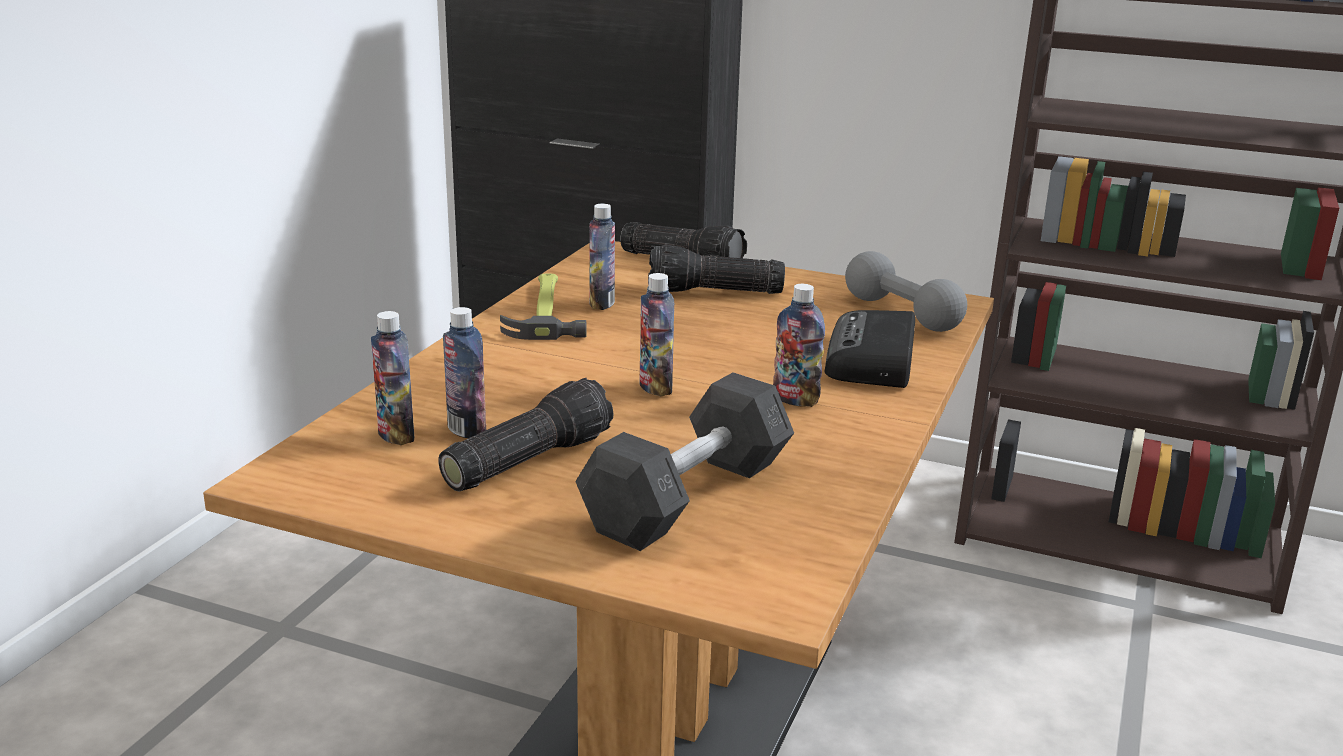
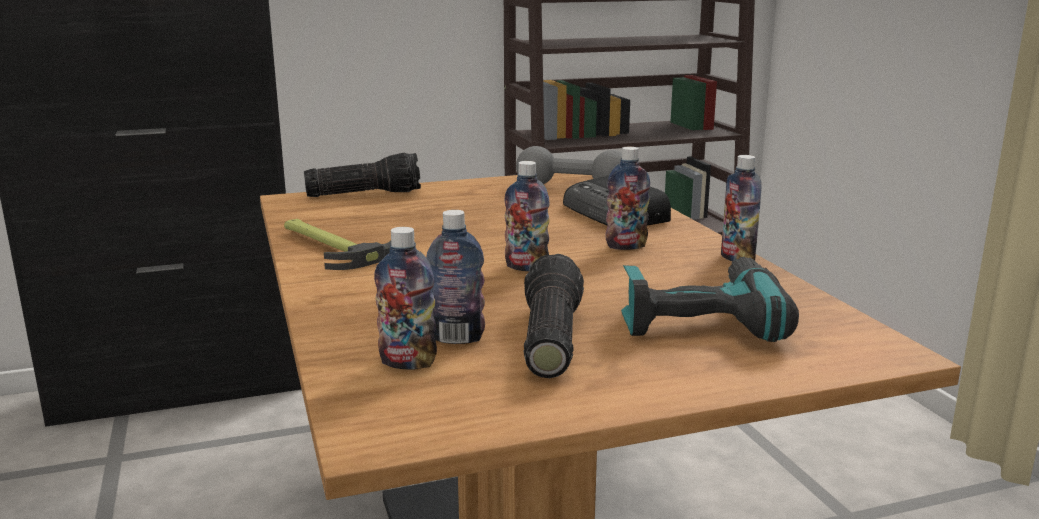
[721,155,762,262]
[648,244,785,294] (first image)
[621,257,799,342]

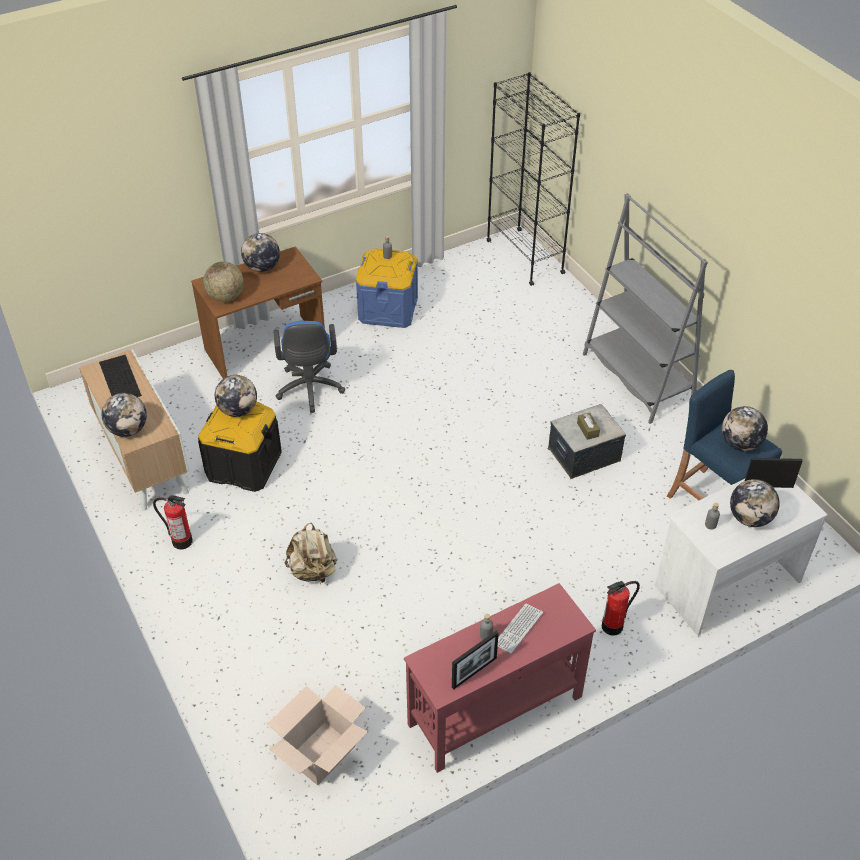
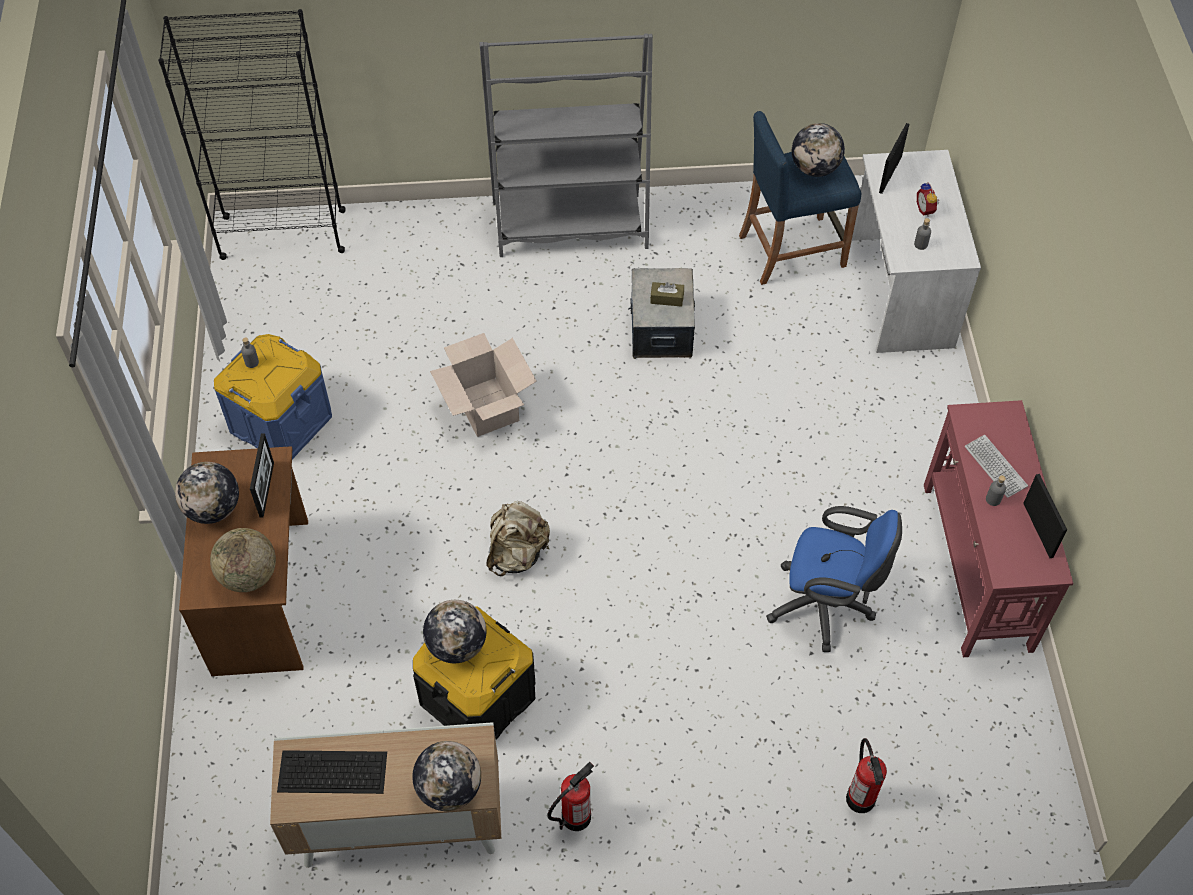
[766,506,902,652]
[917,183,939,217]
[486,501,550,576]
[846,738,887,813]
[430,333,537,437]
[250,433,274,518]

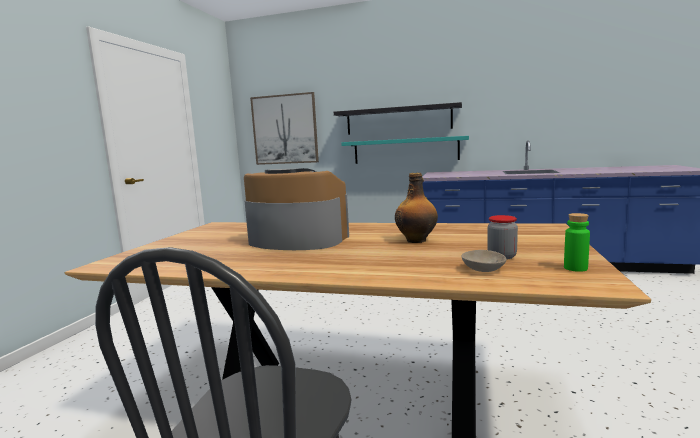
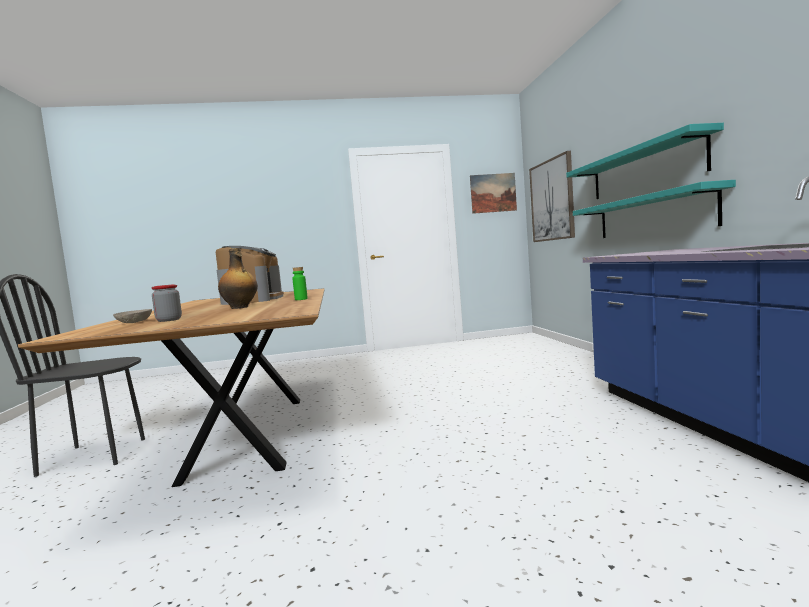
[566,123,724,199]
[292,267,308,300]
[470,173,517,214]

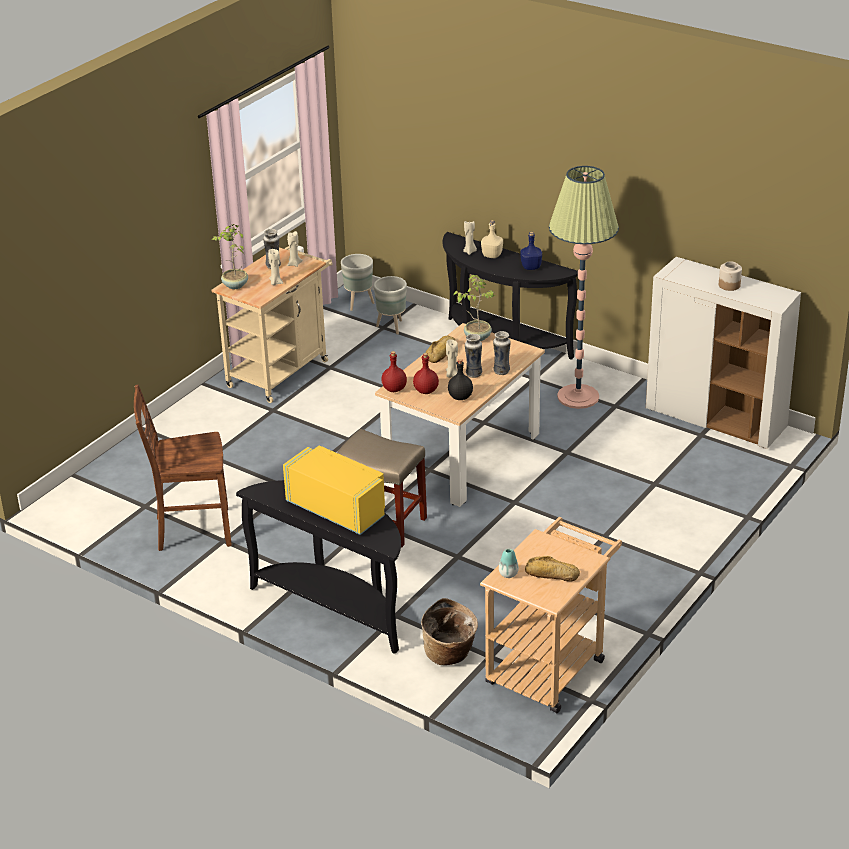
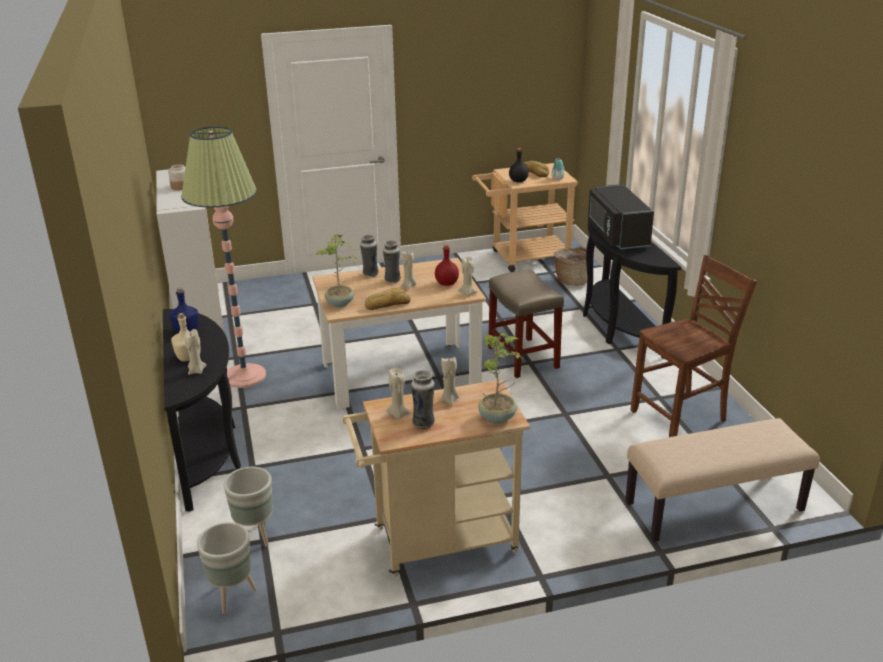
[458,257,477,296]
[509,148,529,182]
[631,255,757,437]
[588,184,654,249]
[625,418,820,542]

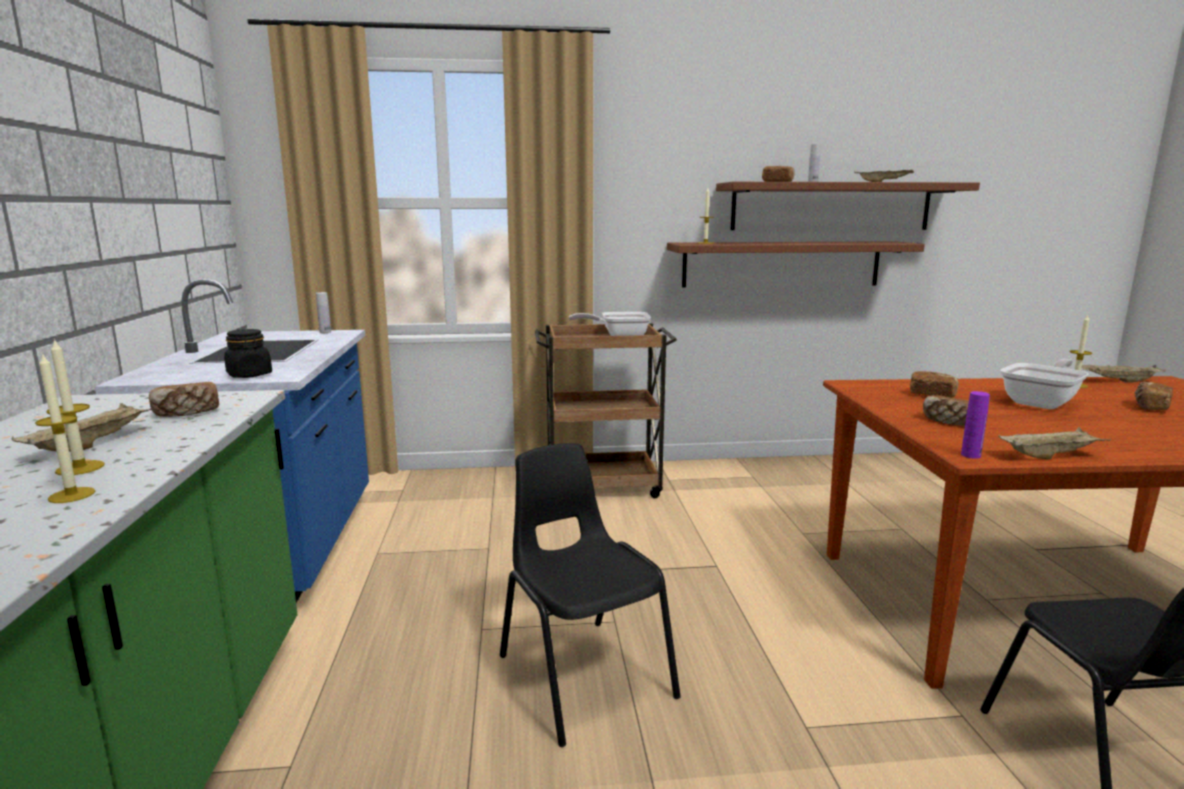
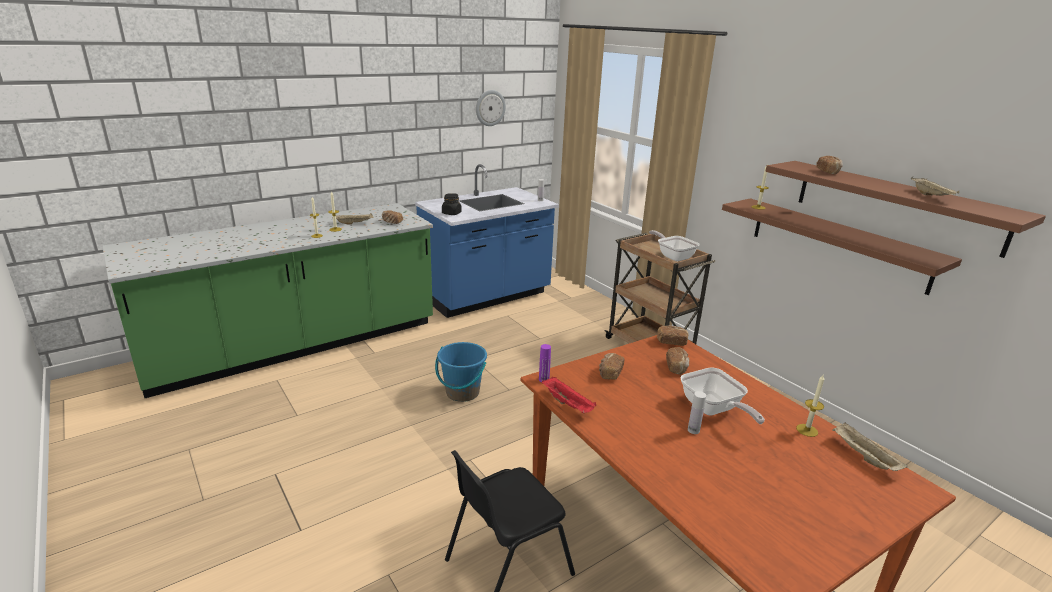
[688,391,706,434]
[680,367,765,424]
[657,325,689,346]
[542,377,596,413]
[435,342,487,402]
[476,90,506,126]

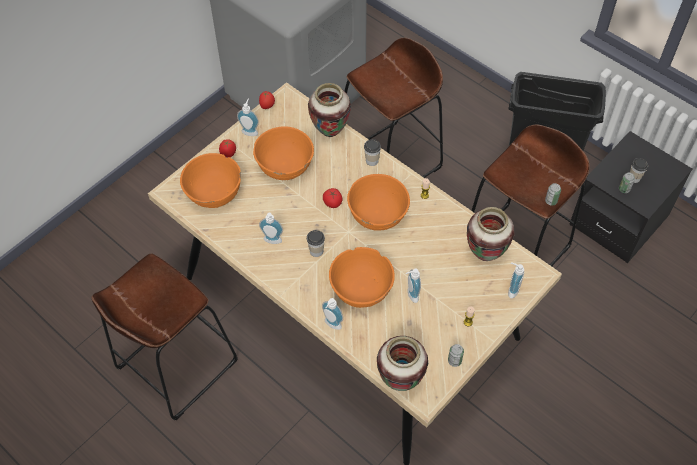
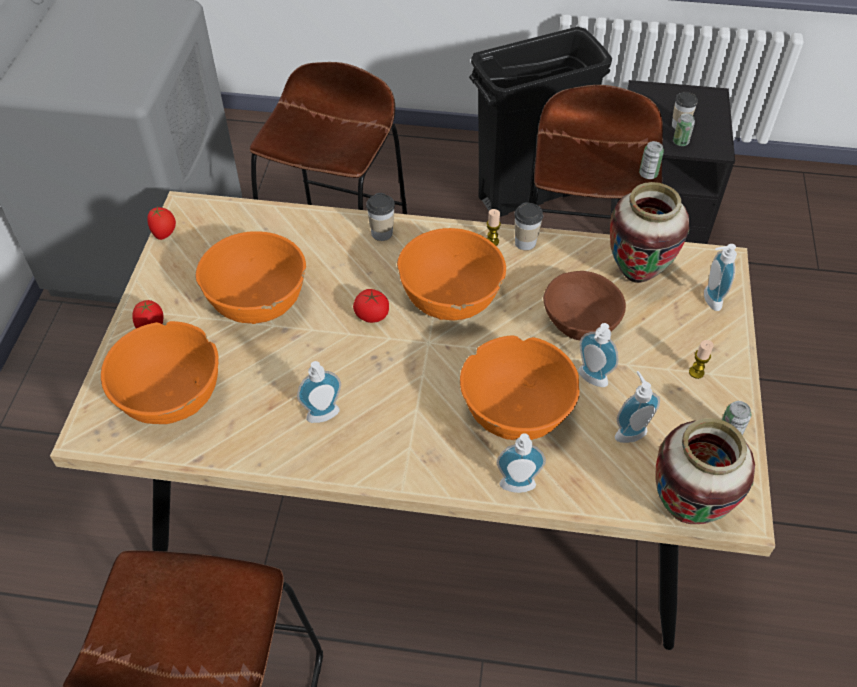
[308,83,351,137] (first image)
[615,371,660,443]
[514,202,543,250]
[543,271,626,340]

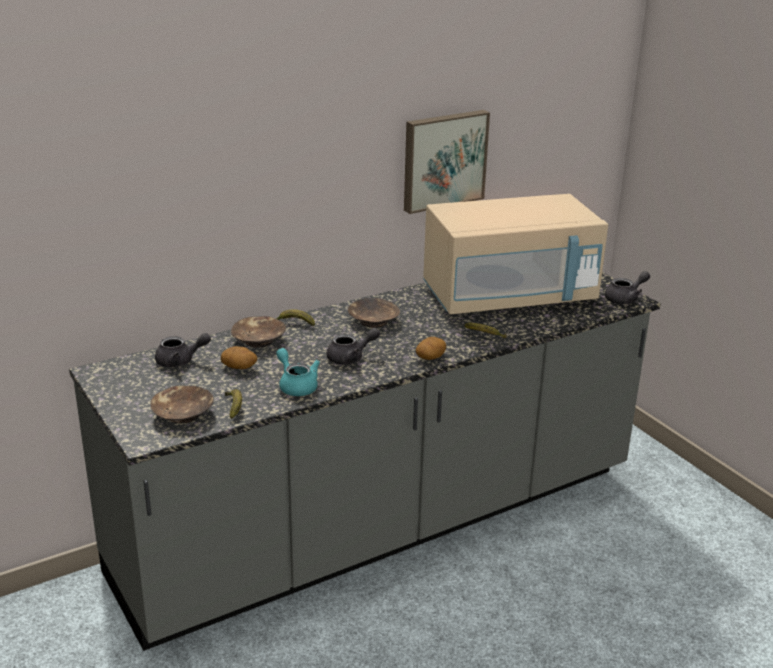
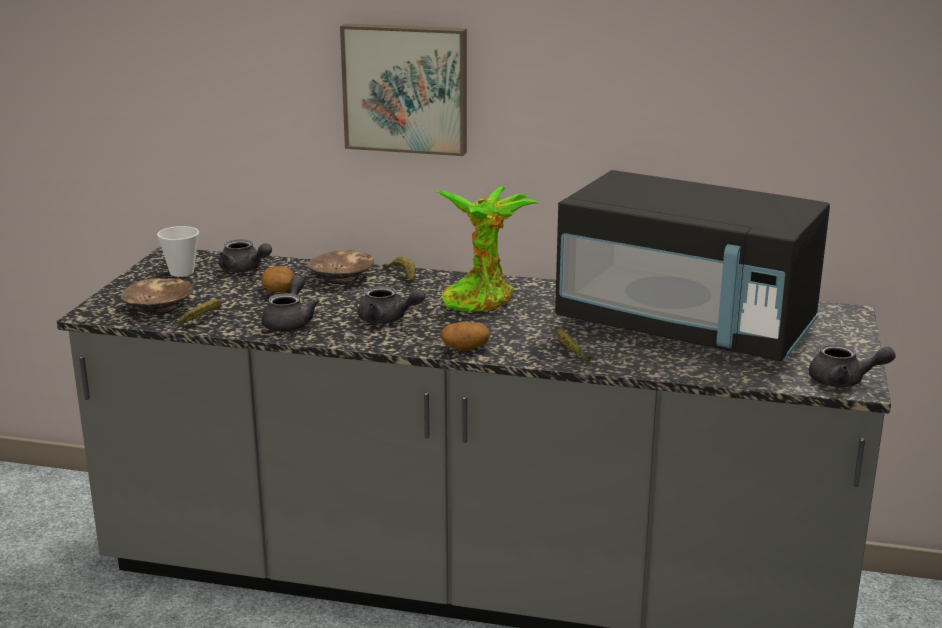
[340,24,467,156]
[555,170,830,361]
[435,186,540,312]
[261,275,320,332]
[157,226,199,277]

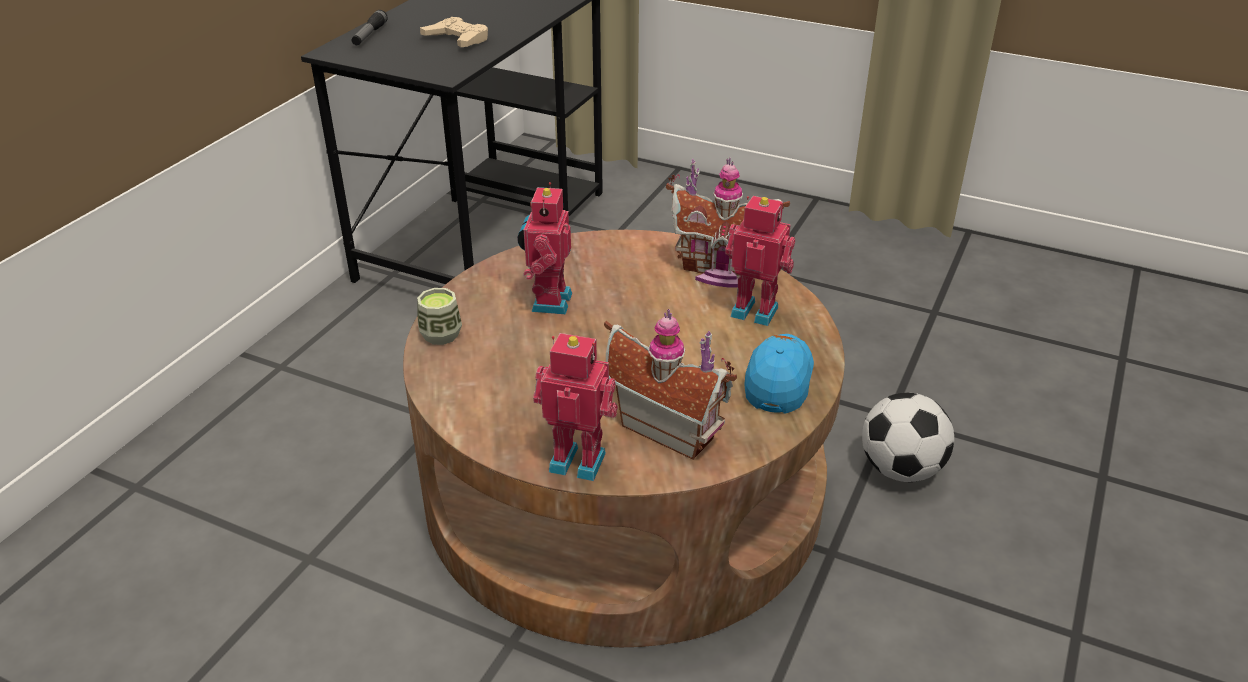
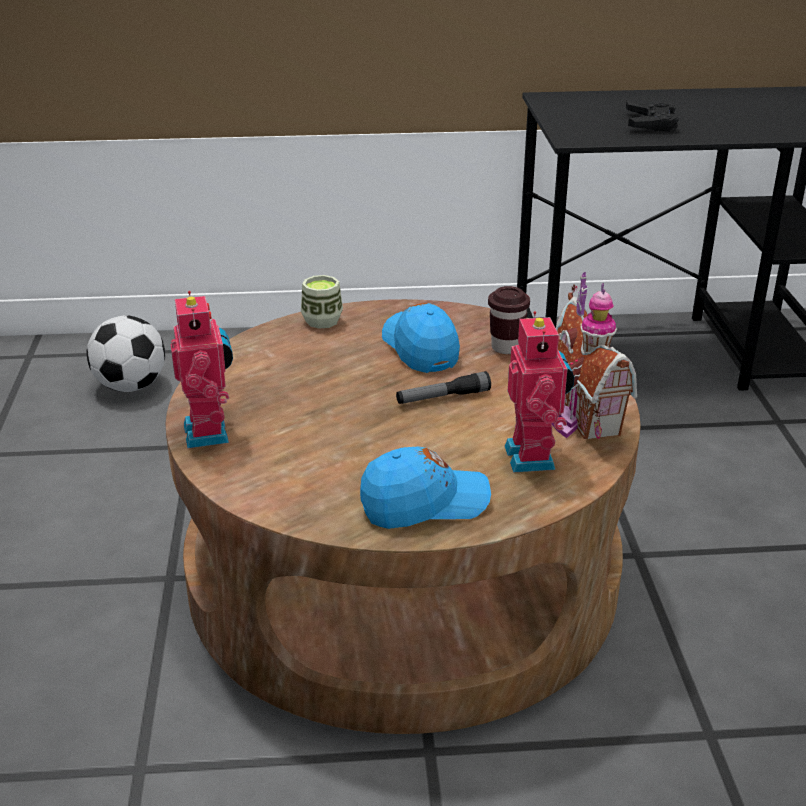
[396,371,491,404]
[626,101,679,132]
[382,303,460,373]
[604,309,737,460] (first image)
[87,316,165,392]
[488,286,530,354]

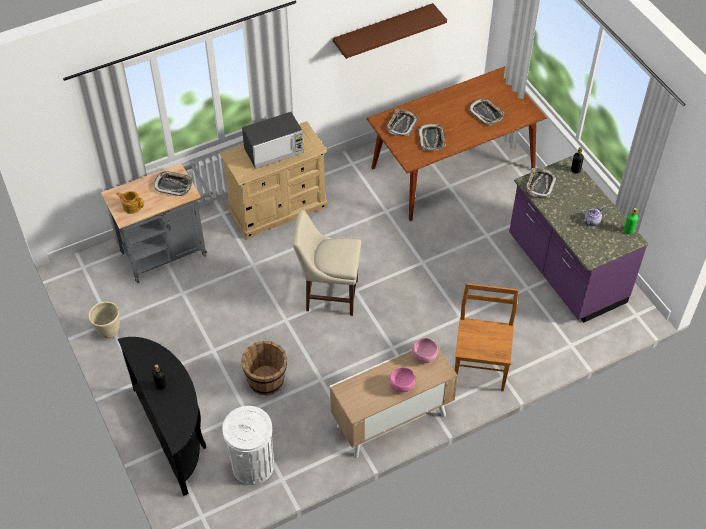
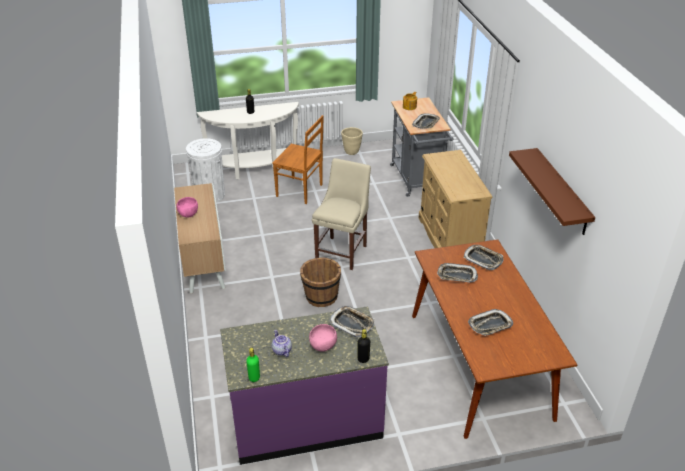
[242,112,304,169] (first image)
[272,115,324,204]
[197,102,299,179]
[309,324,337,352]
[300,258,341,307]

